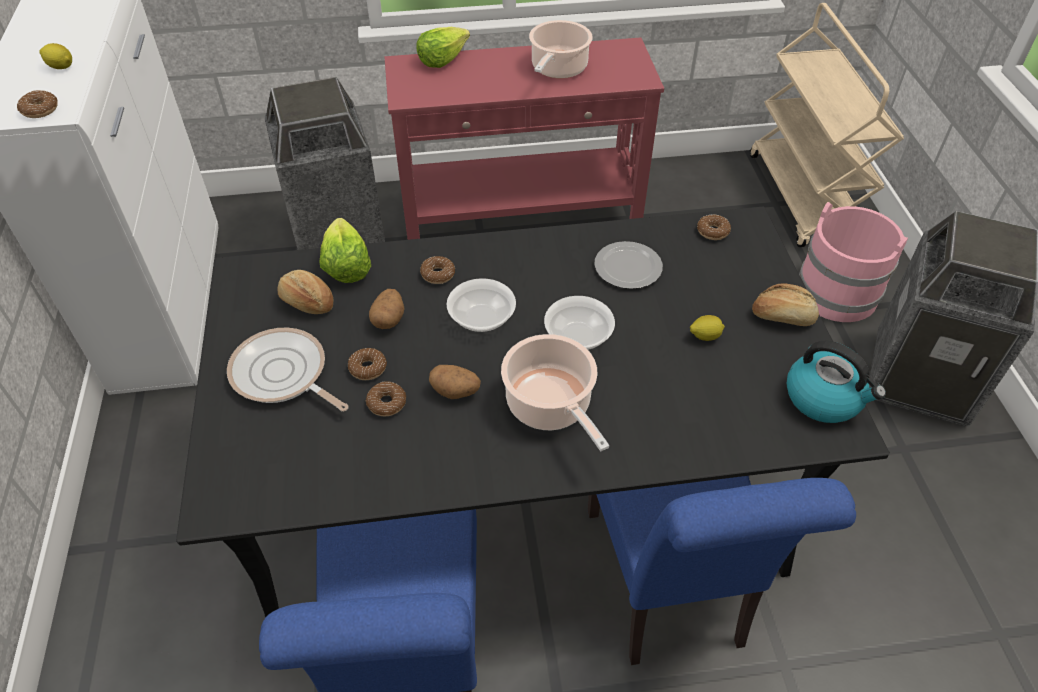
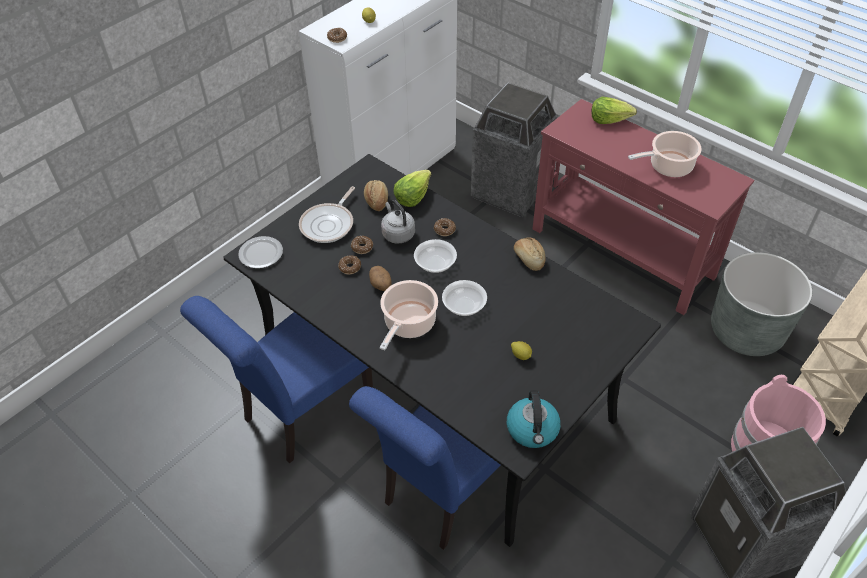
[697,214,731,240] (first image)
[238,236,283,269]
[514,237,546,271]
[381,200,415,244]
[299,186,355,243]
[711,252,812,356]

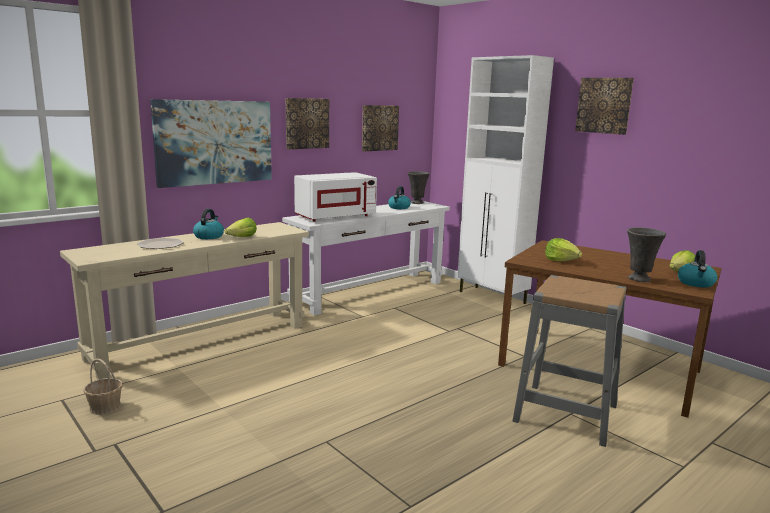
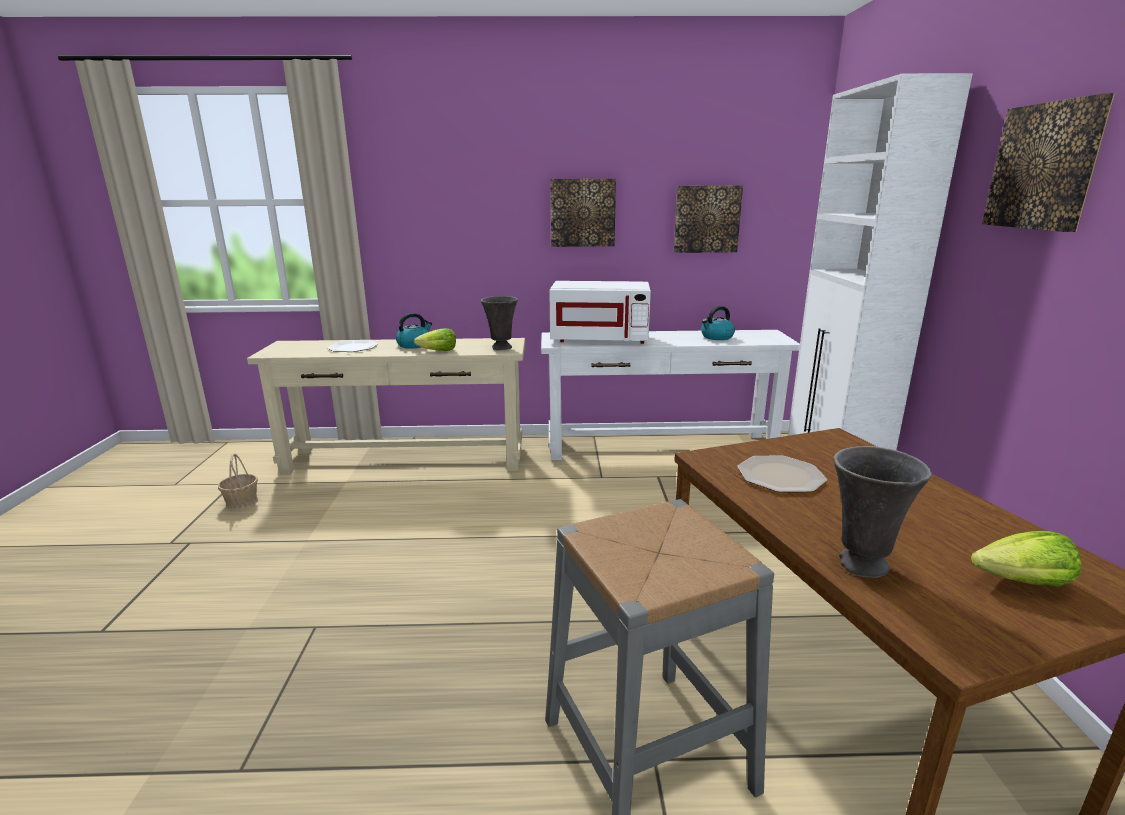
[150,99,272,188] (first image)
[481,296,518,350]
[737,456,827,493]
[678,250,718,288] (first image)

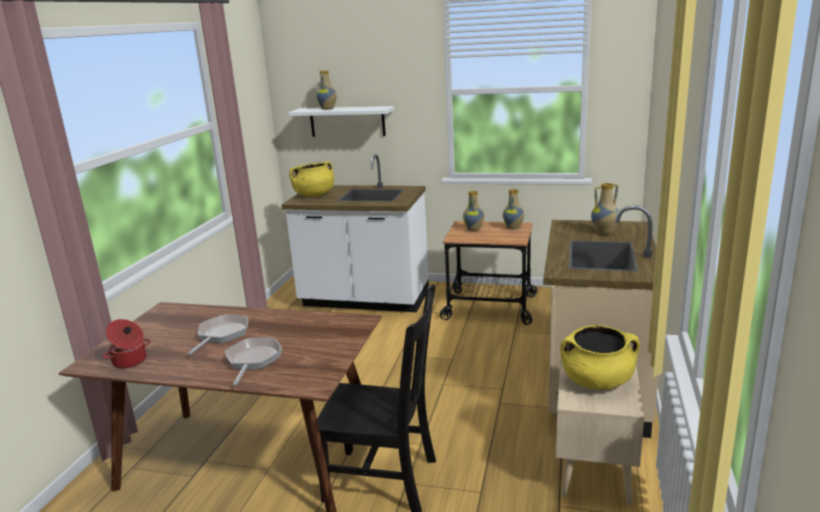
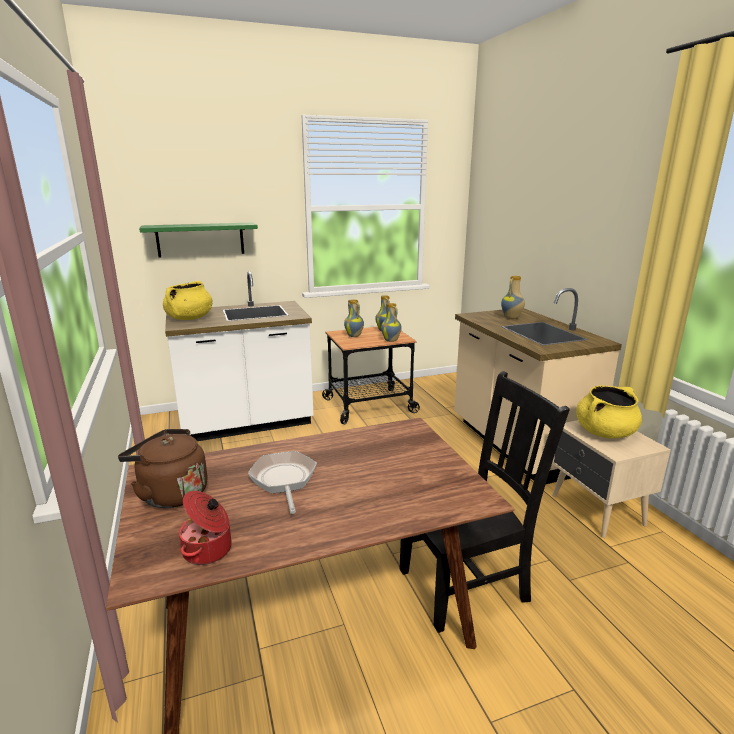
[381,303,402,342]
[139,222,258,258]
[225,338,282,386] (first image)
[118,429,208,508]

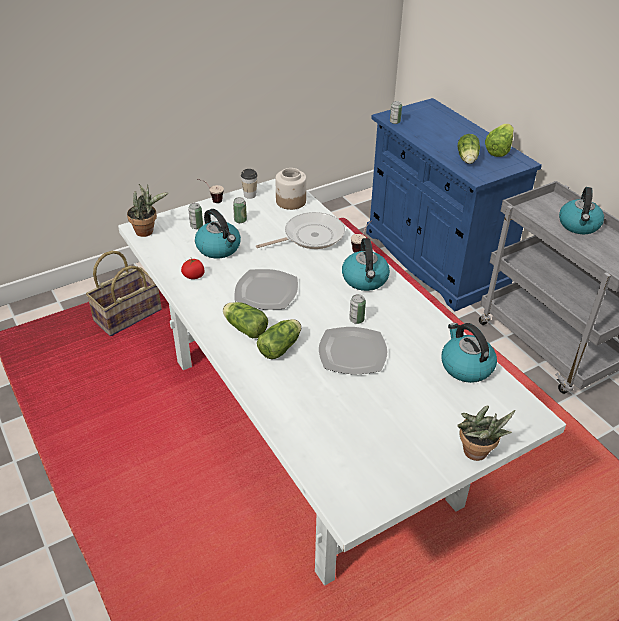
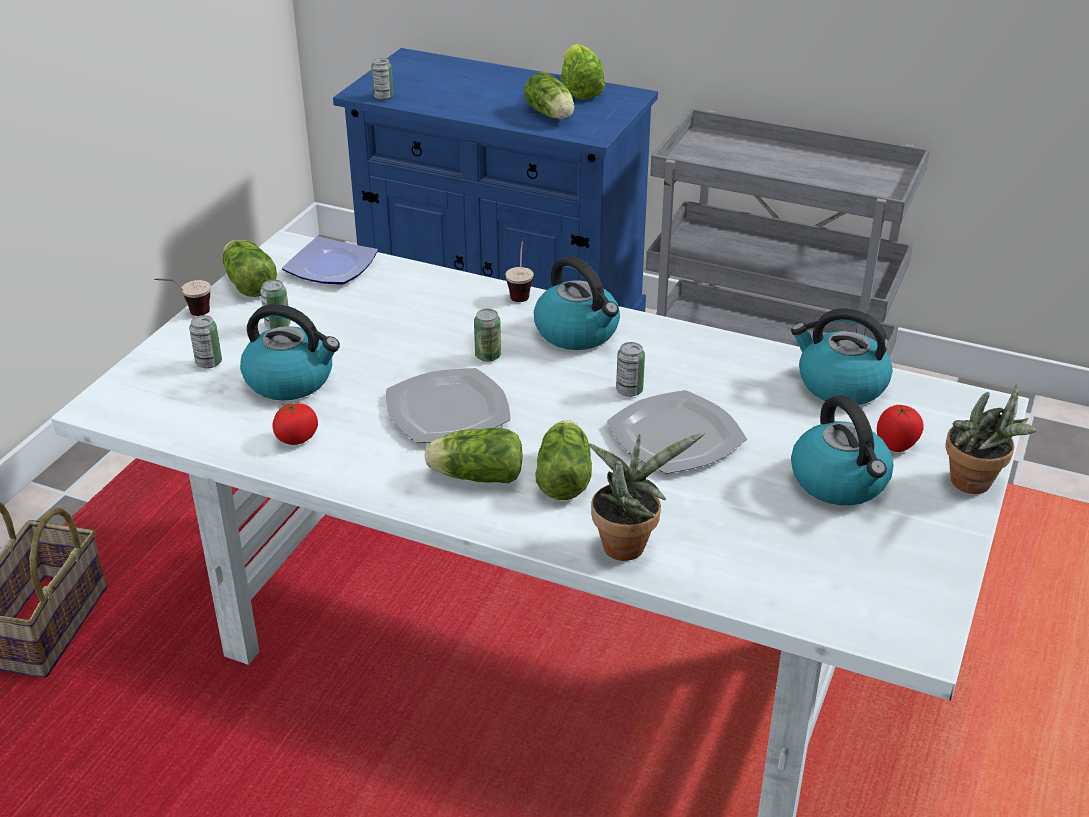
[282,236,378,285]
[222,240,277,297]
[588,432,705,561]
[791,395,894,505]
[256,212,345,249] (first image)
[474,309,501,362]
[877,404,924,452]

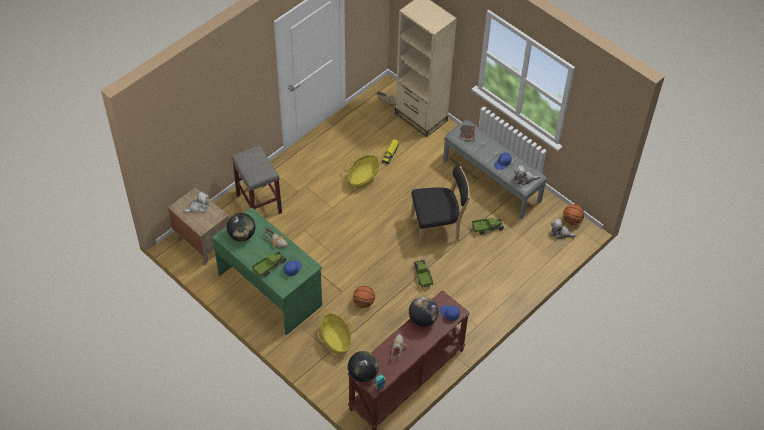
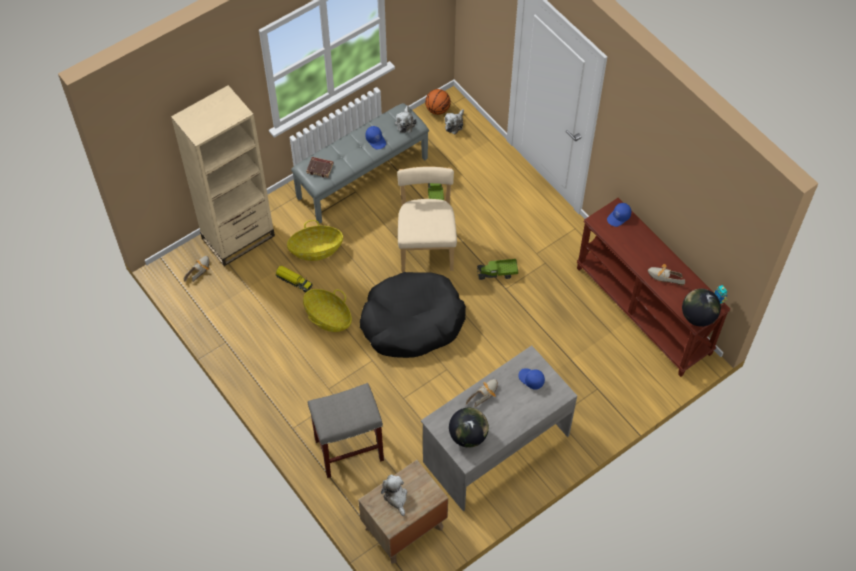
[397,166,457,272]
[421,345,577,511]
[252,252,286,277] (first image)
[353,286,375,308] (first image)
[409,297,439,327] (first image)
[287,220,343,261]
[360,272,466,358]

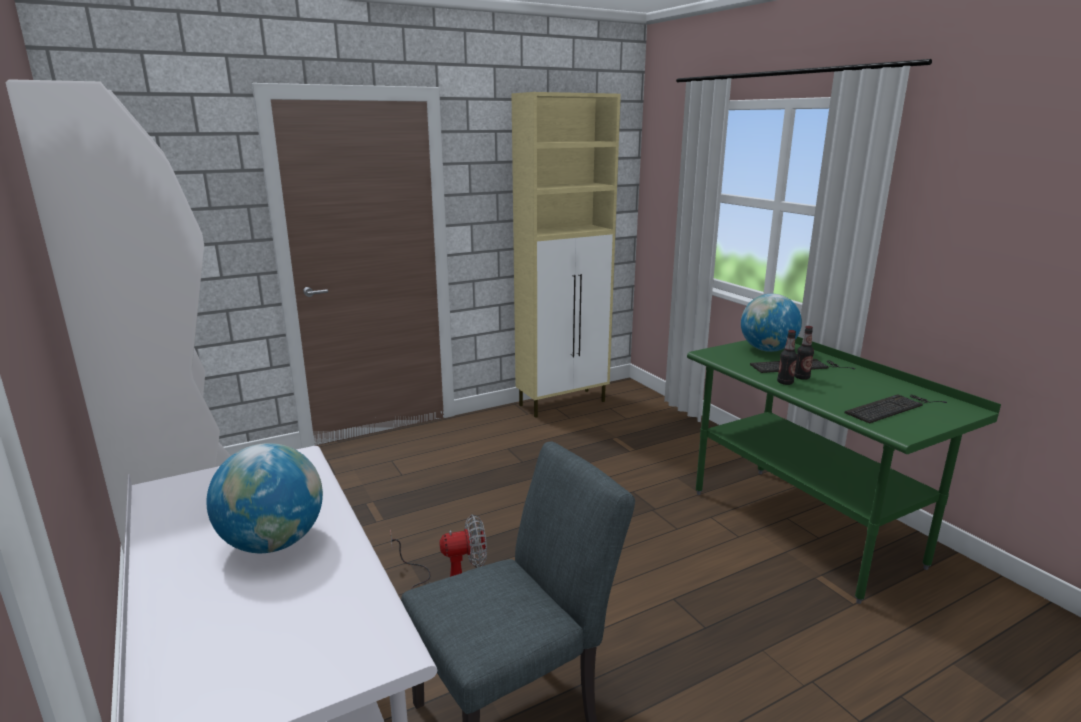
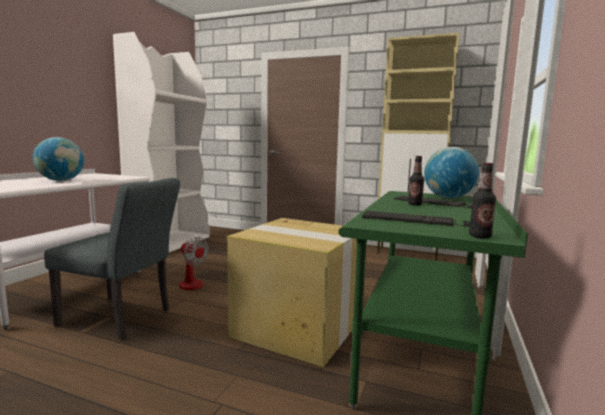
[469,163,496,238]
[227,218,357,367]

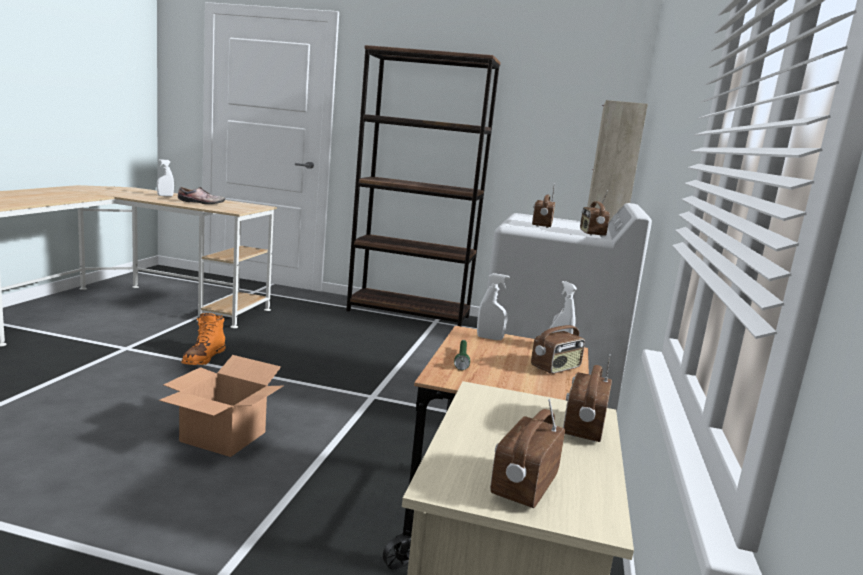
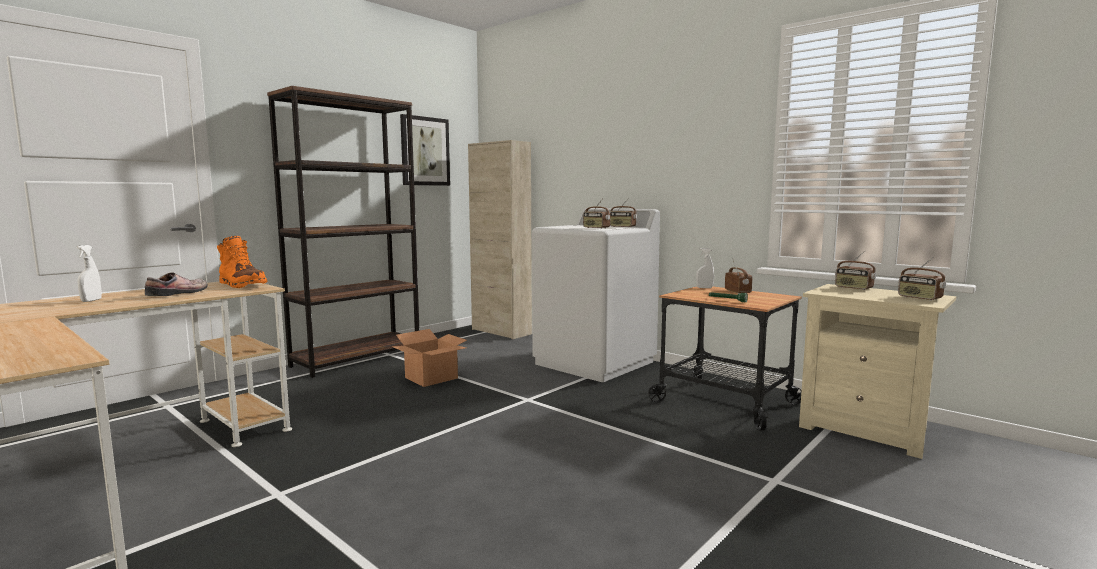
[477,273,509,340] (first image)
[217,236,267,288]
[393,329,467,387]
[400,114,450,186]

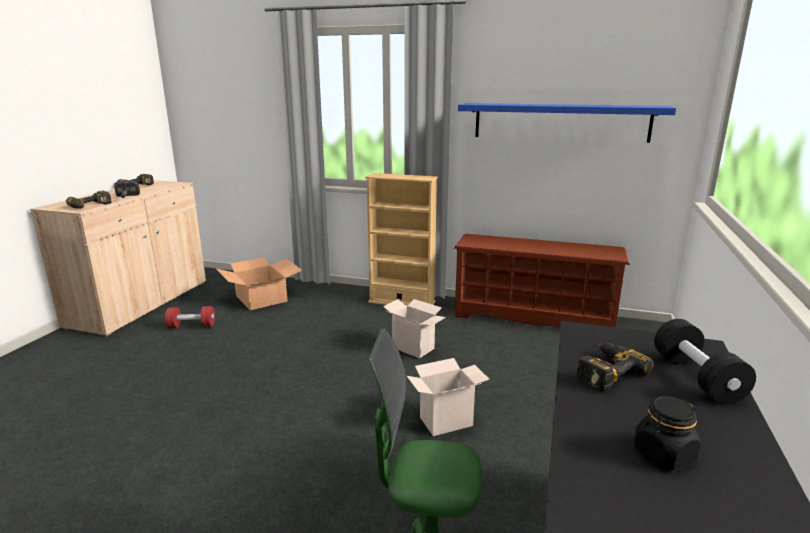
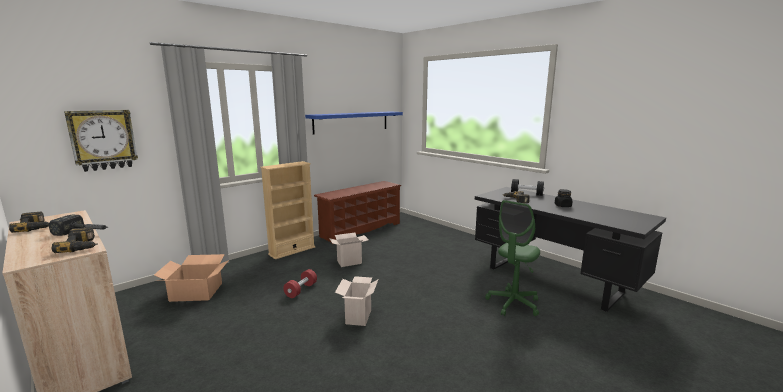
[283,269,317,298]
[335,276,379,326]
[64,110,138,172]

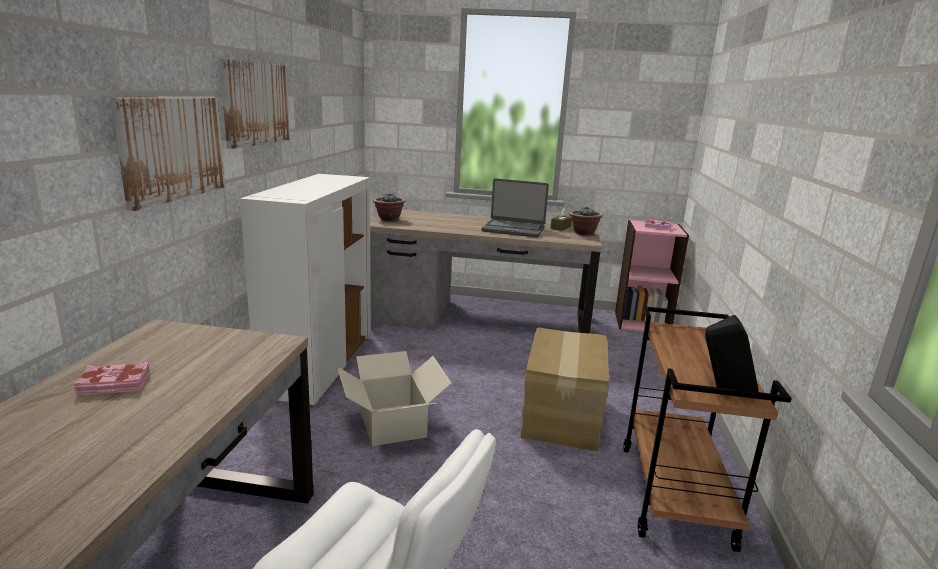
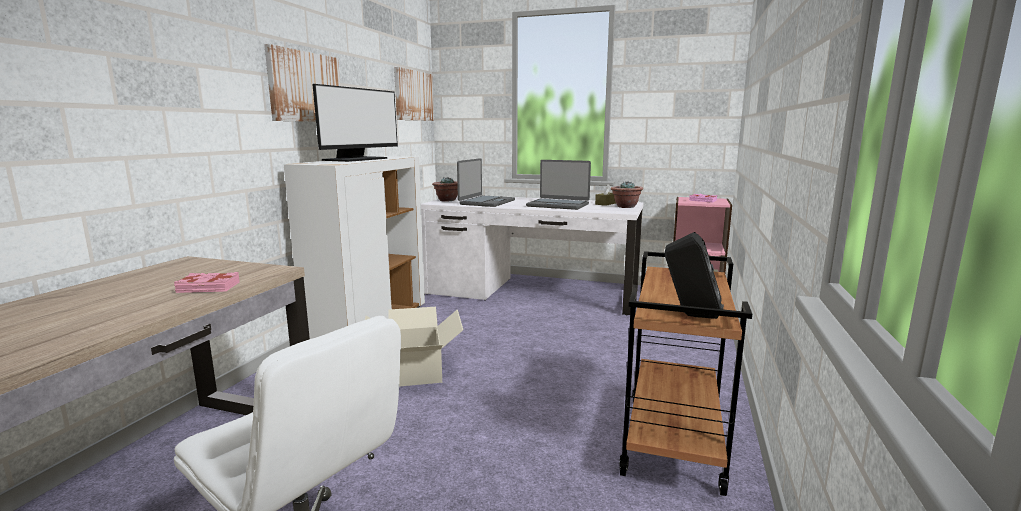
[394,67,434,121]
[421,195,644,315]
[520,327,609,451] (first image)
[174,272,240,293]
[312,84,398,162]
[457,158,515,207]

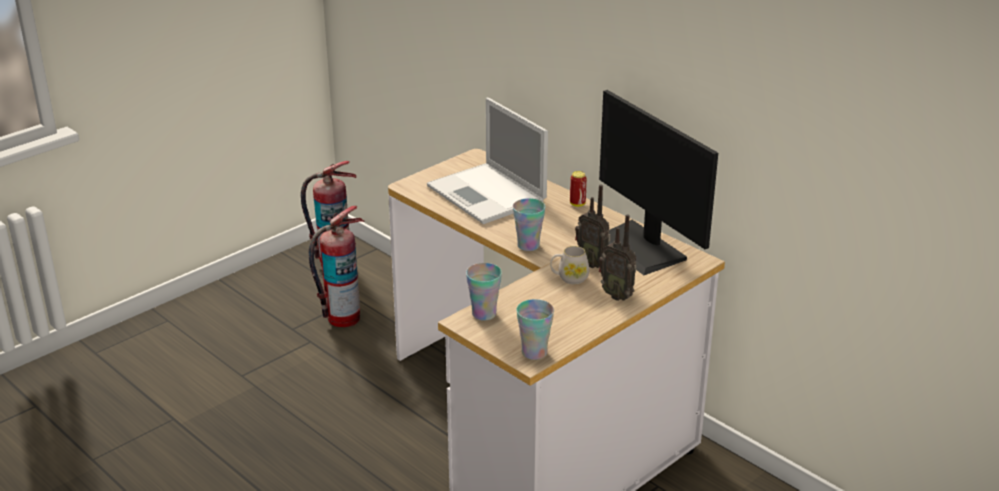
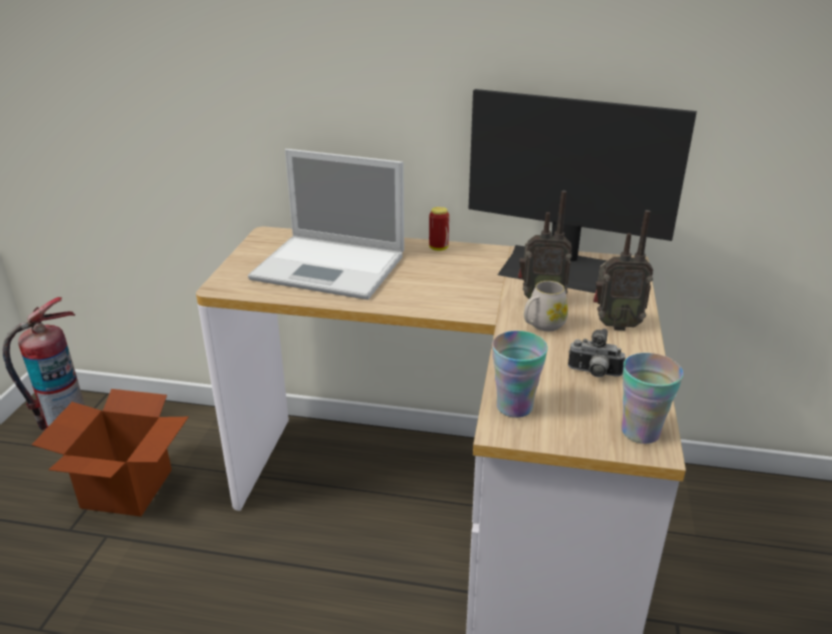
[513,198,546,251] (first image)
[32,389,188,517]
[568,329,625,377]

